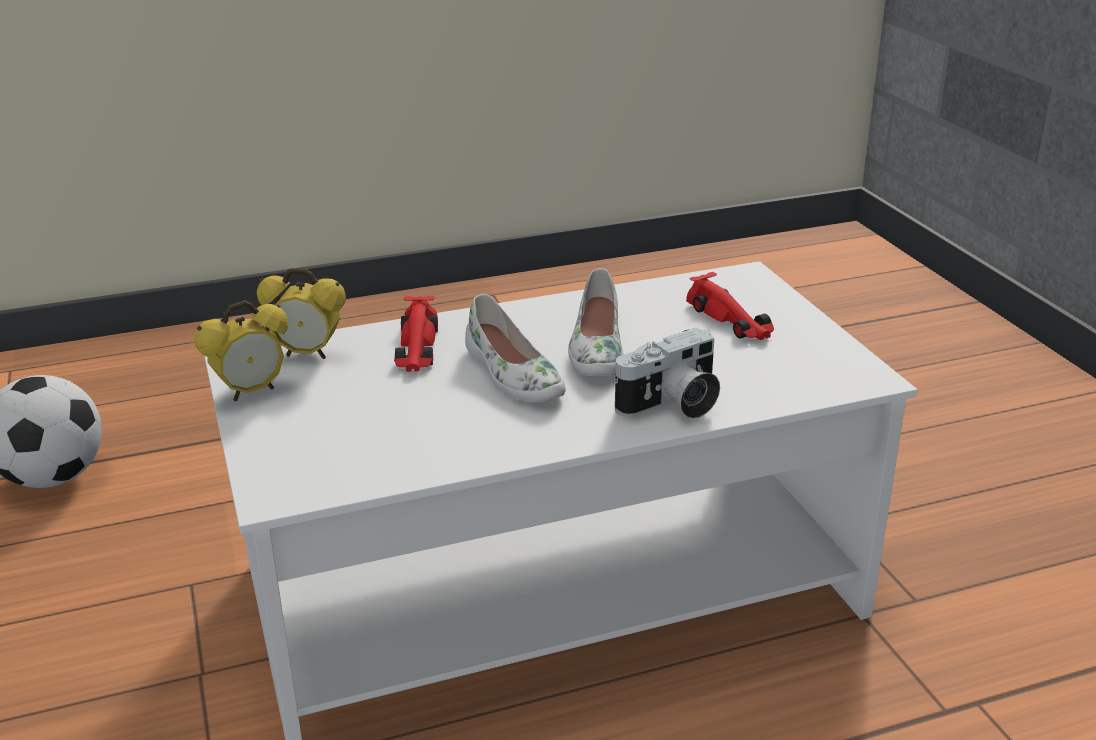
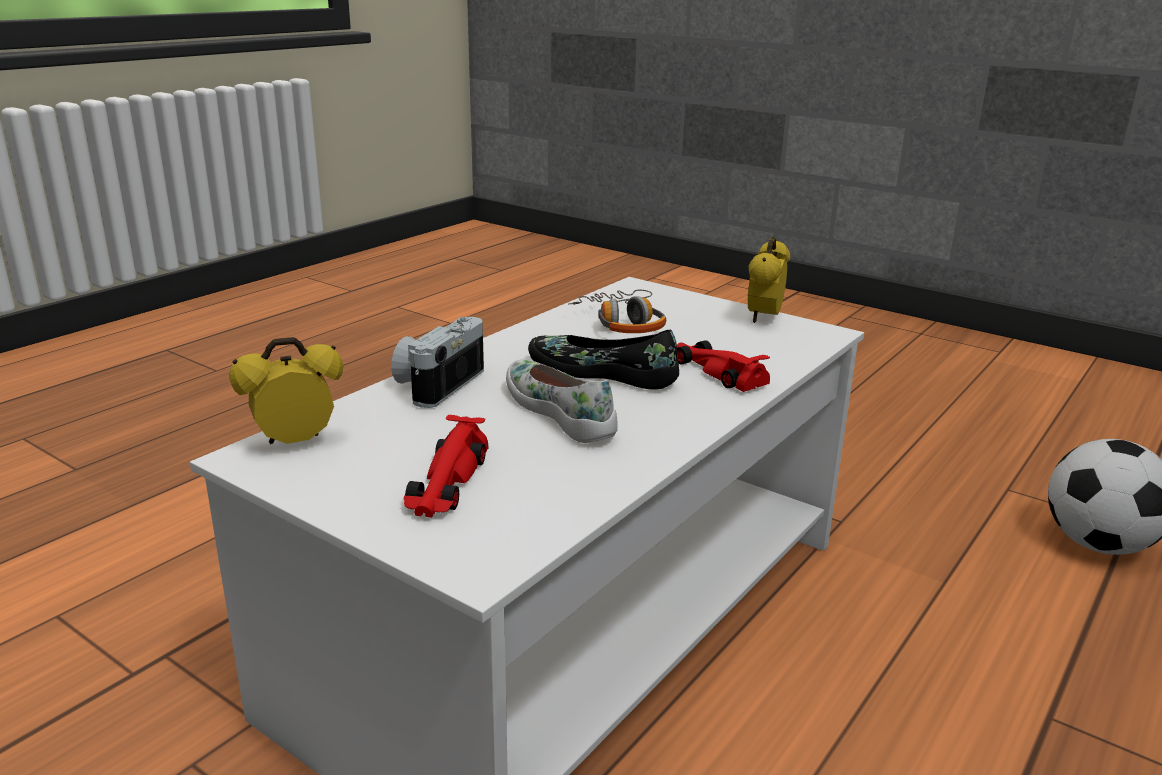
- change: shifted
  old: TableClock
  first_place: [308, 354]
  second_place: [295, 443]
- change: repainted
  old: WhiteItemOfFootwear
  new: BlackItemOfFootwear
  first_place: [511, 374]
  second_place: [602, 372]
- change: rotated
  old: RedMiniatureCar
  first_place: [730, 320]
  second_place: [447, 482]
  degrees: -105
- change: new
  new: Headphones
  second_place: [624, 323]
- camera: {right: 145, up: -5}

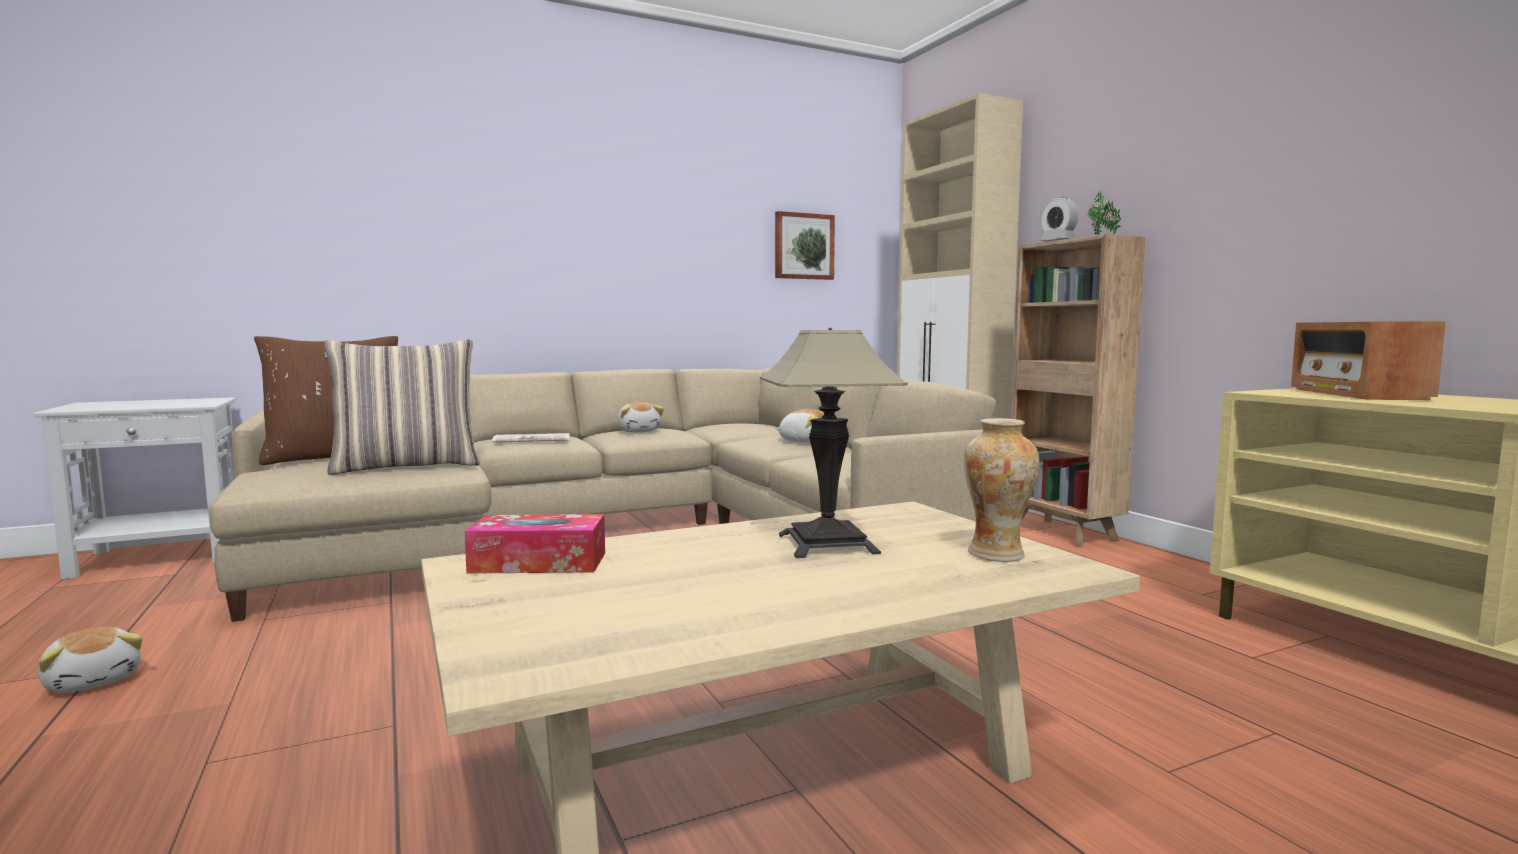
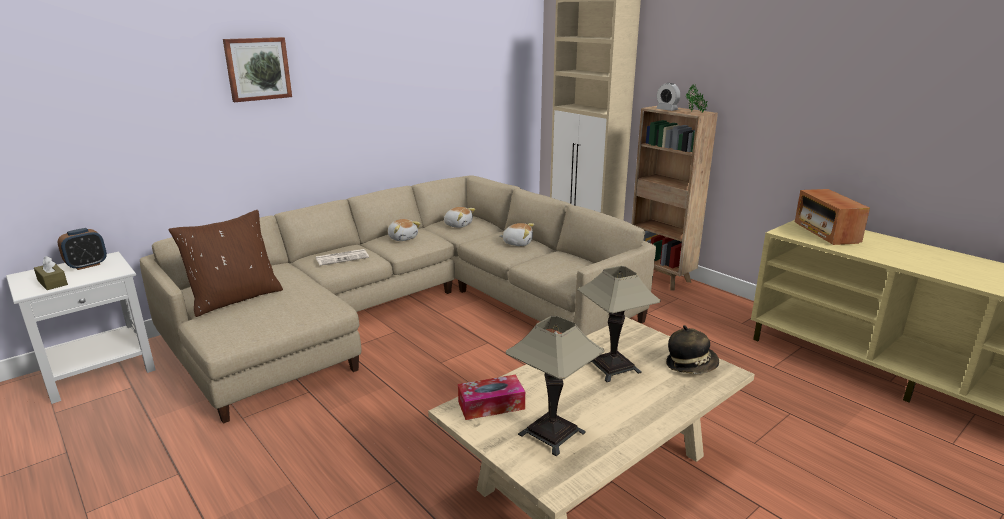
- change: shifted
  old: CuddlyToy
  first_place: [94, 680]
  second_place: [458, 225]
- change: gone
  old: ThrowPillow
  first_place: [407, 466]
- change: shifted
  old: Picture
  first_place: [803, 246]
  second_place: [257, 69]
- change: swapped
  old: DecorativeVase
  new: WearableHat
  first_place: [996, 554]
  second_place: [691, 365]
- change: new
  new: BrownTissueBox
  second_place: [52, 282]
- change: new
  new: TableClock
  second_place: [87, 265]
- change: new
  new: TabletopLamp
  second_place: [552, 433]
- camera: {right: -15, up: 15}

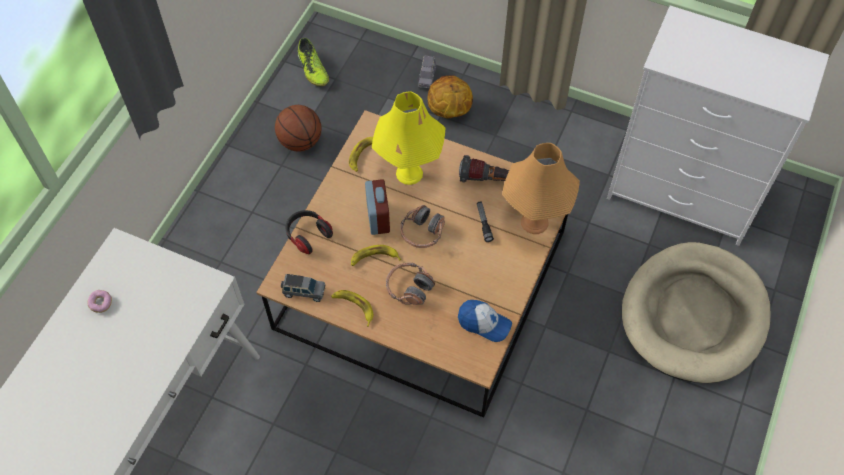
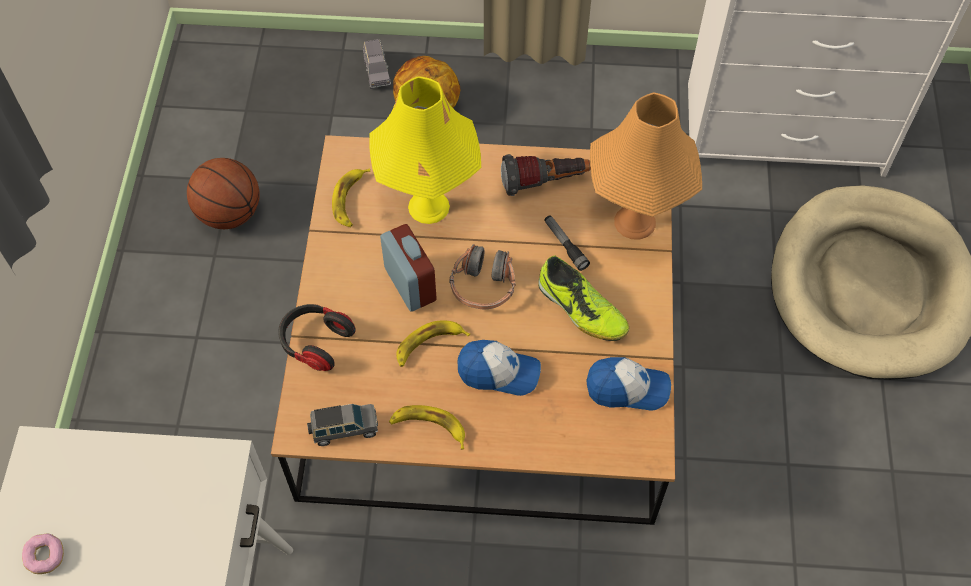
- change: shifted
  old: ItemOfFootwear
  first_place: [313, 70]
  second_place: [581, 309]
- change: swapped
  old: Headphones
  new: PeakedCap
  first_place: [409, 288]
  second_place: [498, 372]
- camera: {right: -20, up: 0}

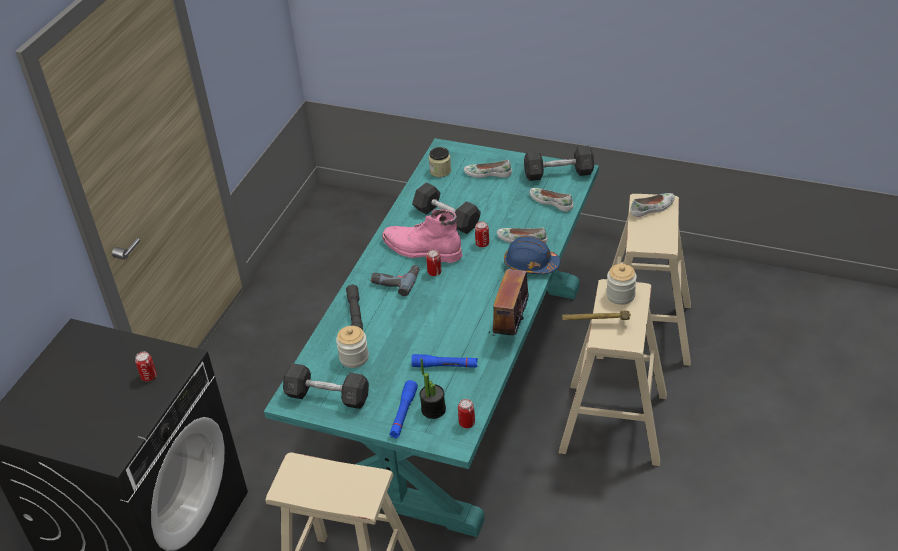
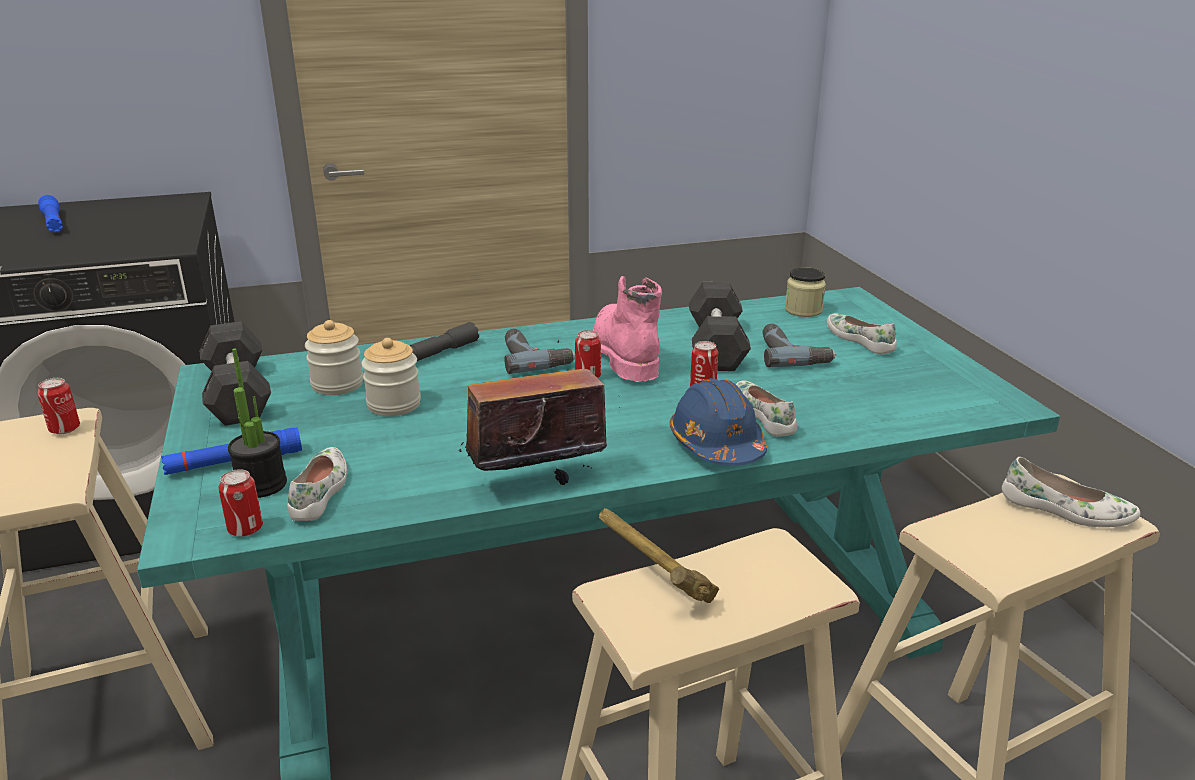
- change: shifted
  old: MetalCan
  first_place: [149, 376]
  second_place: [65, 429]
- change: shifted
  old: BlueColouredHandTorch
  first_place: [445, 366]
  second_place: [53, 222]
- change: gone
  old: GrayHandWeight
  first_place: [558, 173]
- change: shifted
  old: WhiteItemOfFootwear
  first_place: [551, 202]
  second_place: [321, 492]
- change: shifted
  old: Jar
  first_place: [620, 295]
  second_place: [394, 405]
- change: new
  new: ElectricDrill
  second_place: [792, 354]
- camera: {right: 50, up: -15}

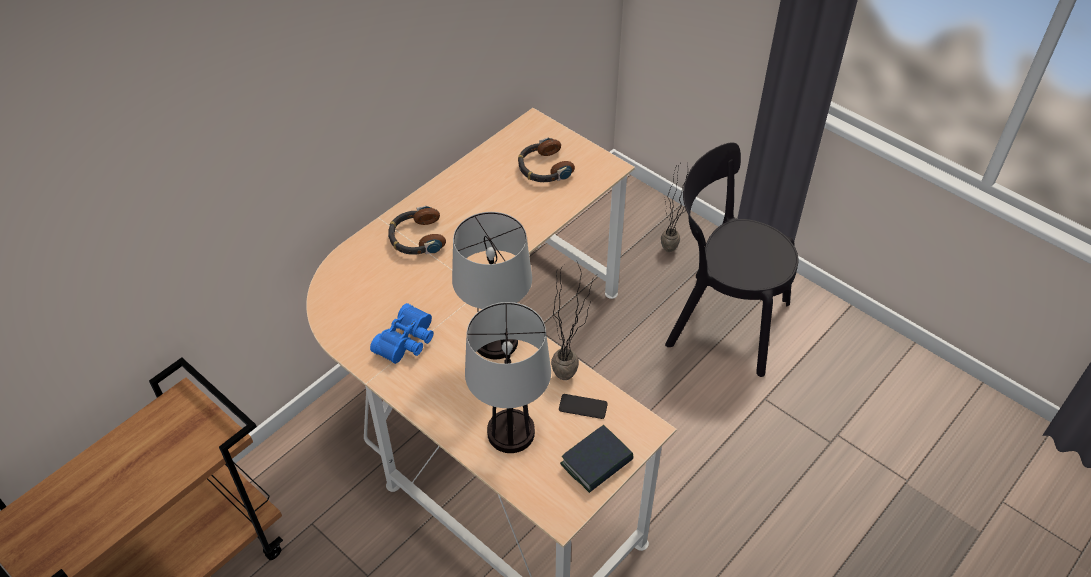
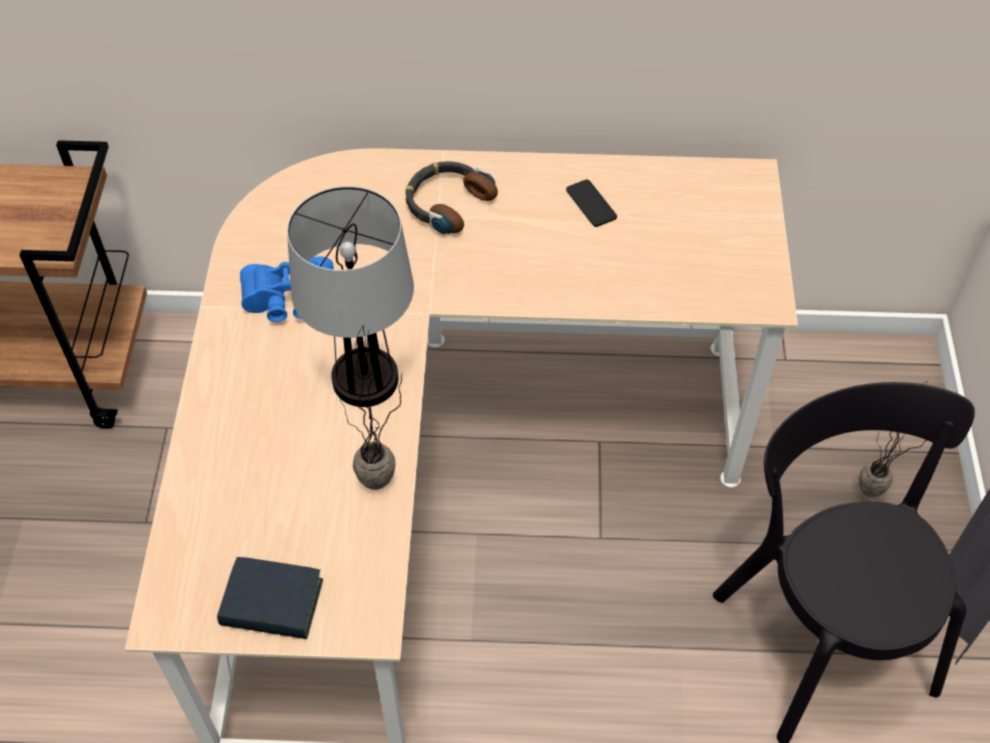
- change: gone
  old: TabletopLamp
  first_place: [509, 433]
- change: gone
  old: Headphones
  first_place: [543, 168]
- change: shifted
  old: Phone
  first_place: [583, 407]
  second_place: [591, 204]
- camera: {right: 50, up: 5}

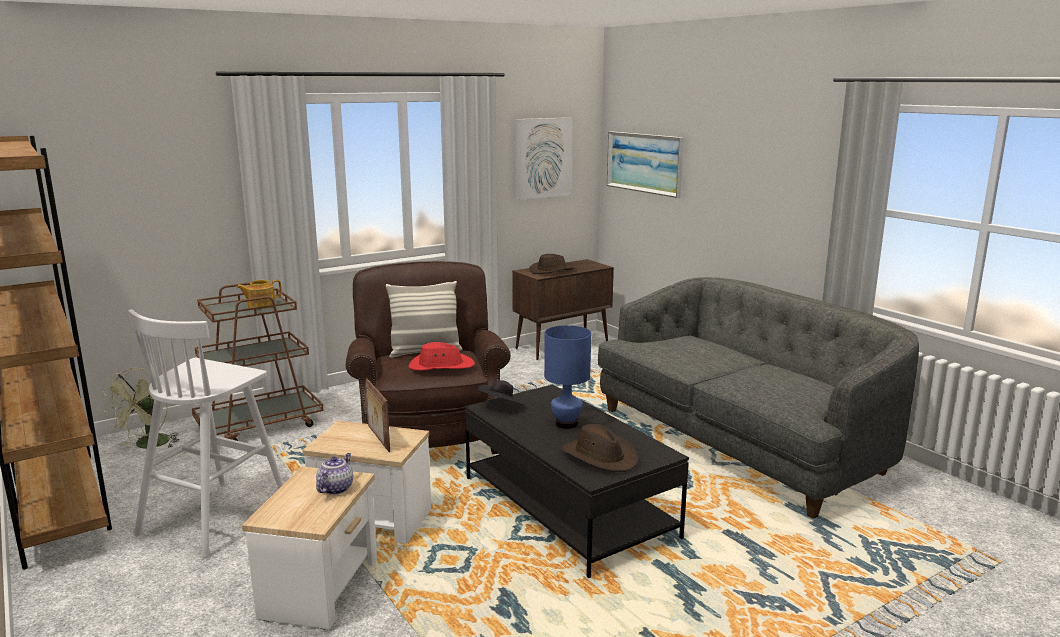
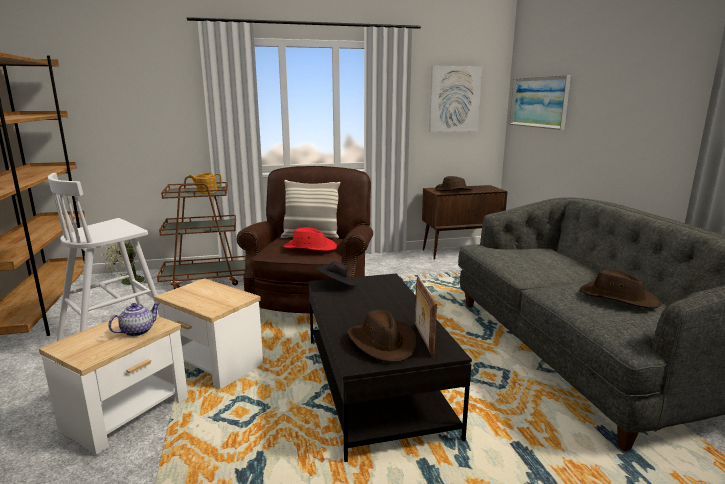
- change: shifted
  old: PhotoFrame
  first_place: [378, 439]
  second_place: [423, 340]
- change: gone
  old: BlueColouredTabletopLamp
  first_place: [566, 423]
- change: new
  new: BrownWearableHat
  second_place: [617, 297]
- camera: {right: 20, up: 0}

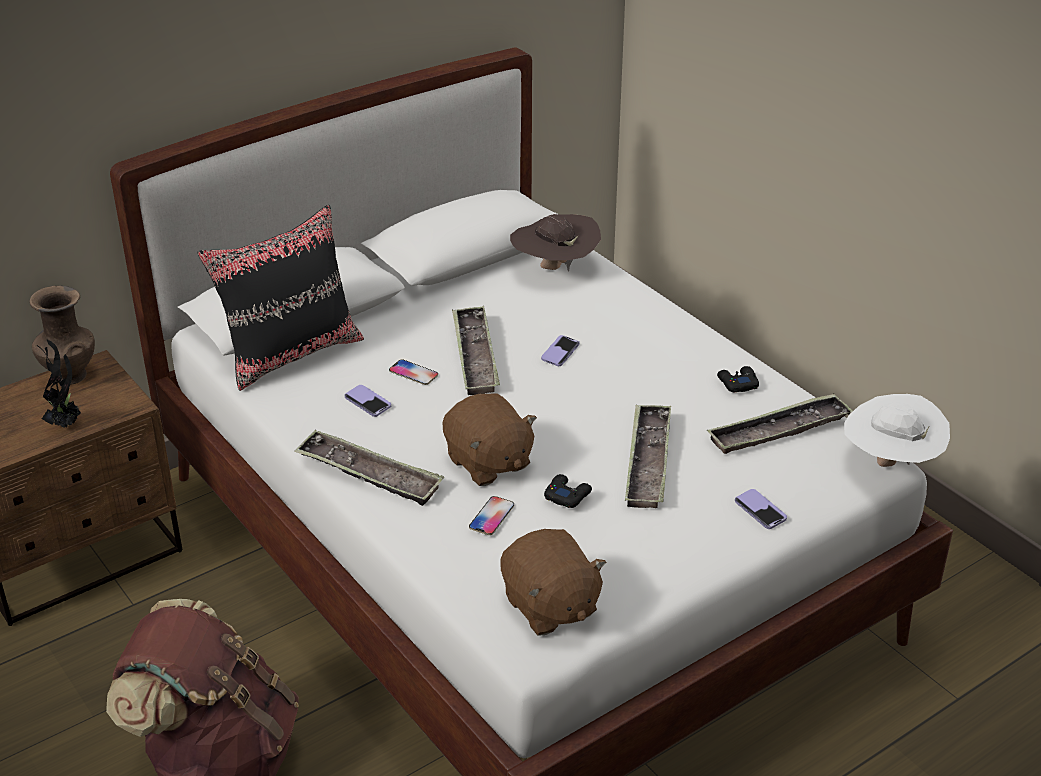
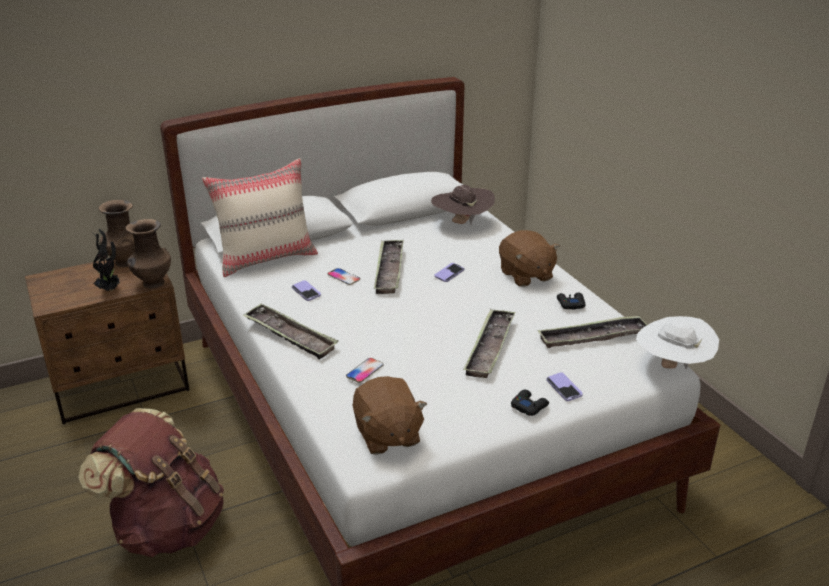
- change: repainted
  old: BlackThrowPillow
  new: SandColouredThrowPillow
  first_place: [291, 354]
  second_place: [266, 258]
- change: shifted
  old: BrownCuddlyToy
  first_place: [488, 463]
  second_place: [525, 275]
- change: shifted
  old: BlackGameController
  first_place: [567, 495]
  second_place: [529, 406]
- change: new
  new: BrownDecorativeVase
  second_place: [152, 283]
- camera: {right: 10, up: -5}

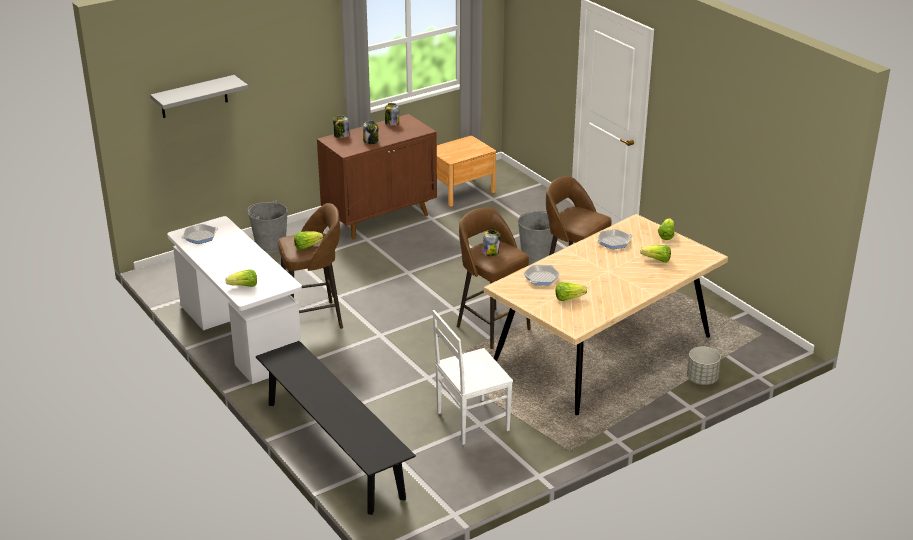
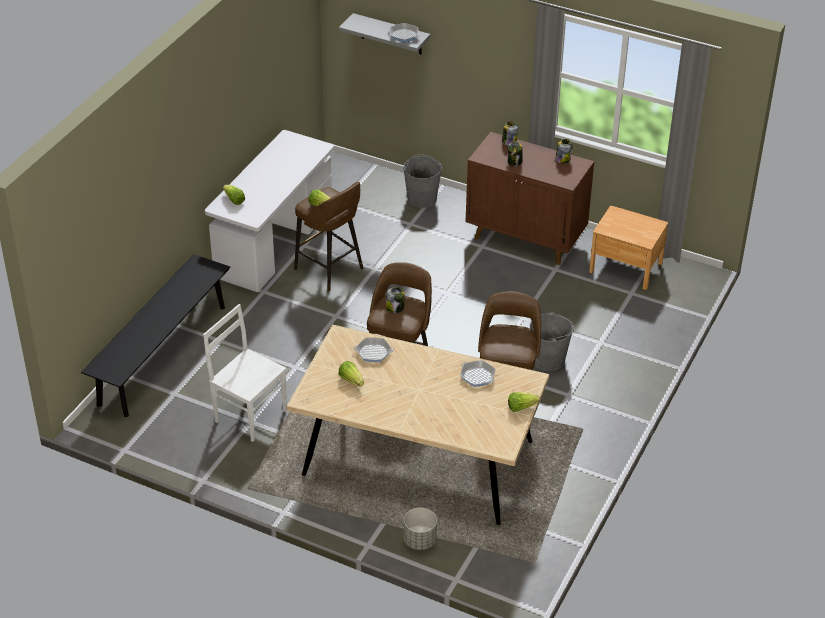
- change: shifted
  old: Pan
  first_place: [200, 237]
  second_place: [404, 35]
- change: gone
  old: HeadOfLettuce
  first_place: [657, 260]
- camera: {right: 60, up: 10}

